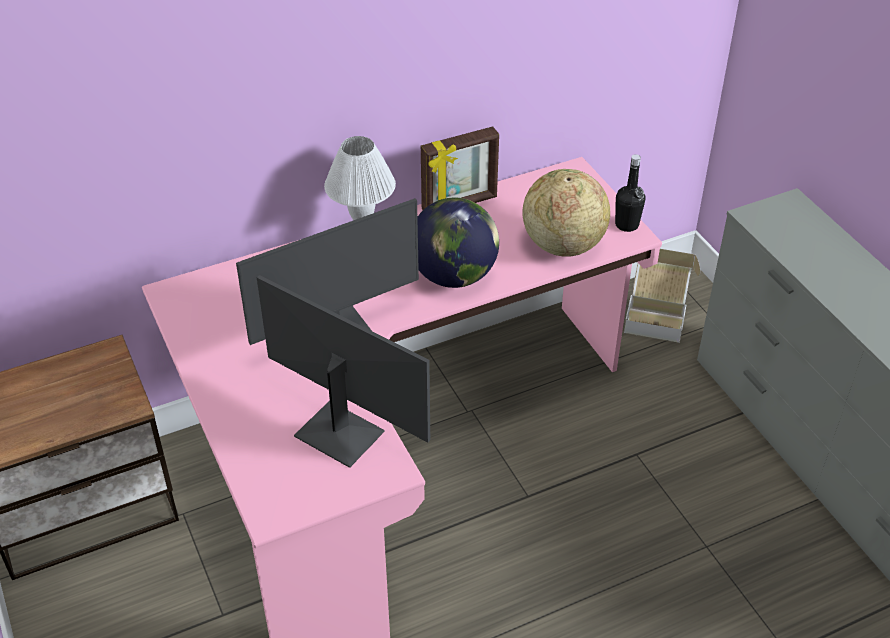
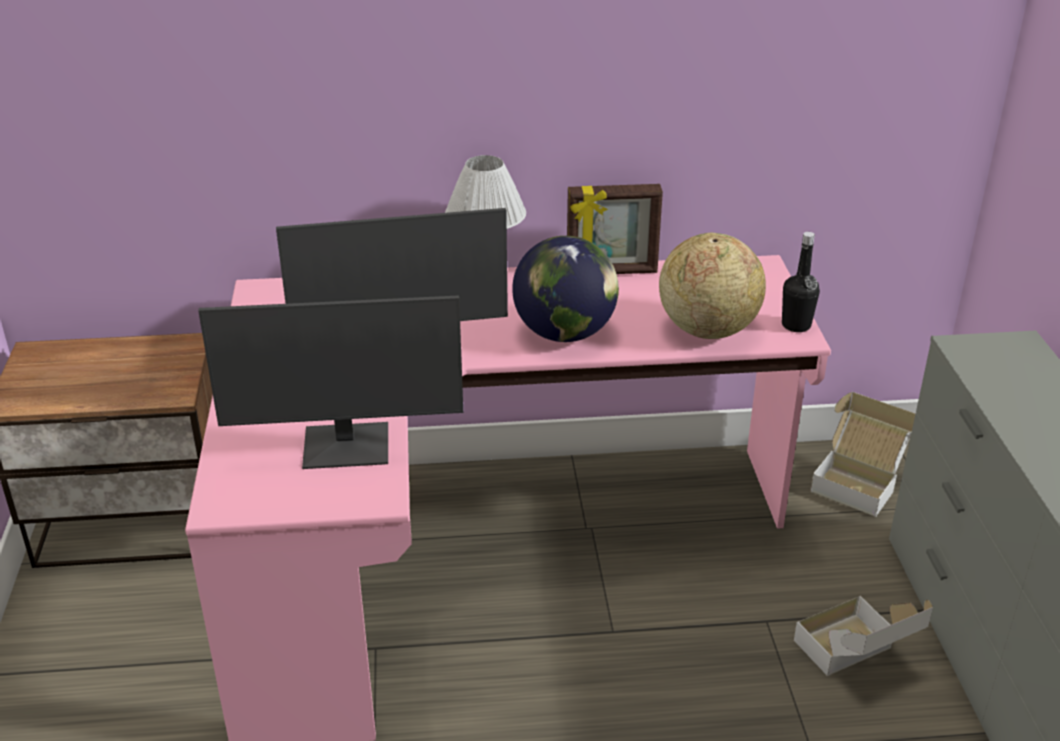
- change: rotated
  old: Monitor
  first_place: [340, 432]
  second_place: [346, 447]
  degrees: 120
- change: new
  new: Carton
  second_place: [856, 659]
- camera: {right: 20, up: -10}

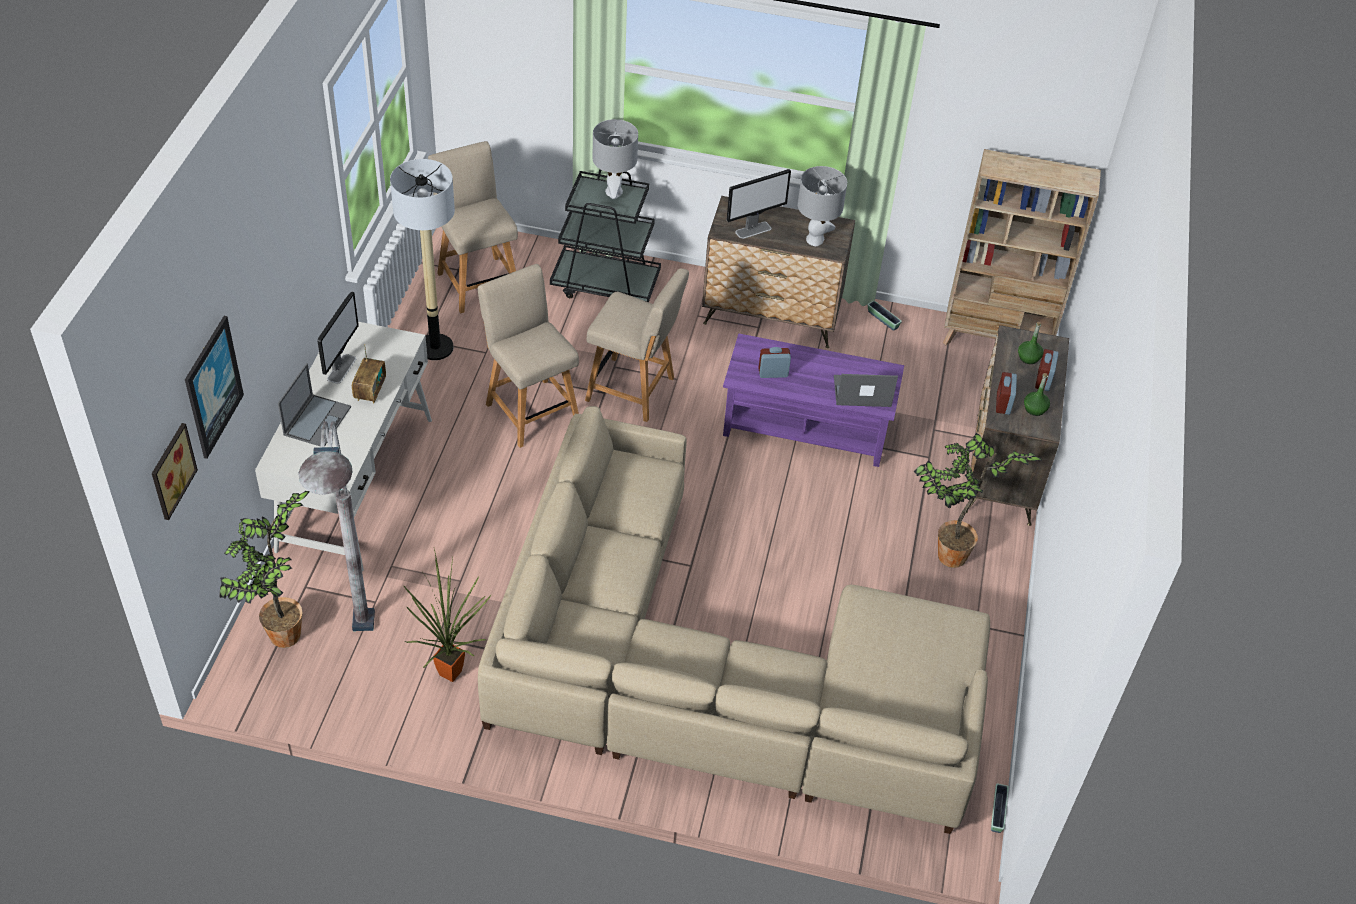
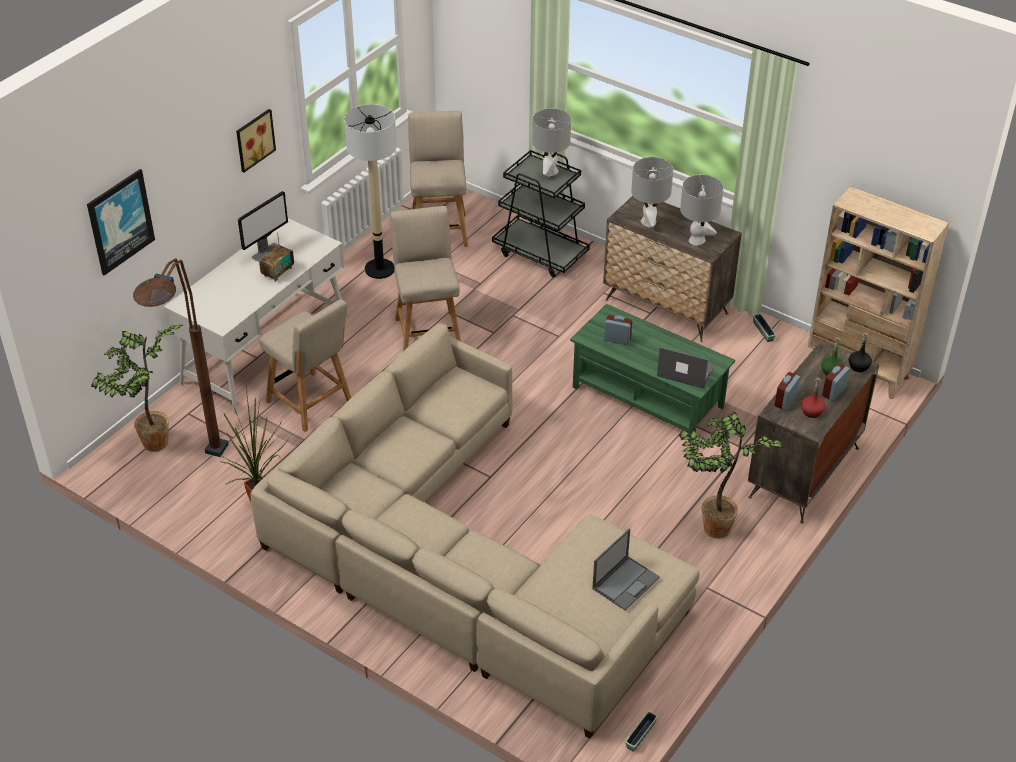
- change: shifted
  old: Picture
  first_place: [170, 470]
  second_place: [253, 139]
- change: shifted
  old: PortableComputer
  first_place: [317, 420]
  second_place: [626, 582]
- change: repainted
  old: GrayStandardLamp
  new: BrownStandardLamp
  first_place: [360, 660]
  second_place: [199, 475]
- change: shifted
  old: SandColouredUprightChair
  first_place: [634, 390]
  second_place: [312, 404]
- change: repainted
  old: PurplishCoffeeTable
  new: GreenCoffeeTable
  first_place: [806, 426]
  second_place: [647, 397]
- change: swapped
  old: Monitor
  new: GrayTabletopLamp
  first_place: [753, 230]
  second_place: [648, 222]
- change: repainted
  old: GreenDrinkBottle
  new: RedDrinkBottle
  first_place: [1034, 409]
  second_place: [811, 412]
- change: new
  new: BlackDrinkBottle
  second_place: [858, 366]
- camera: {right: 25, up: -5}

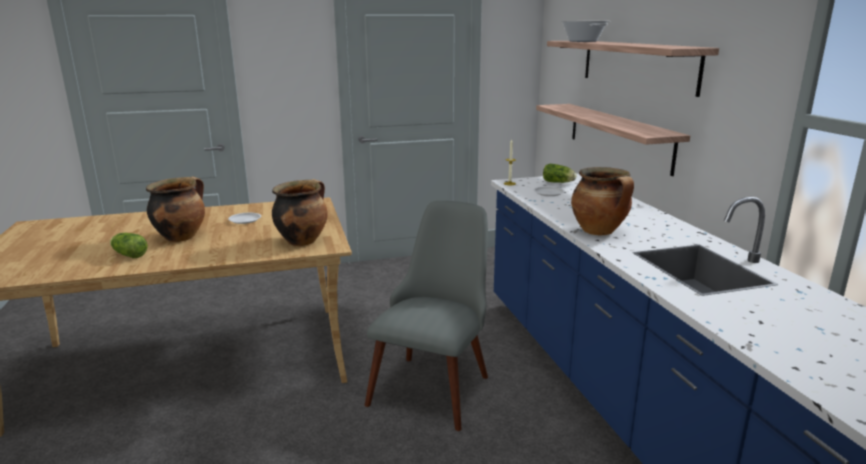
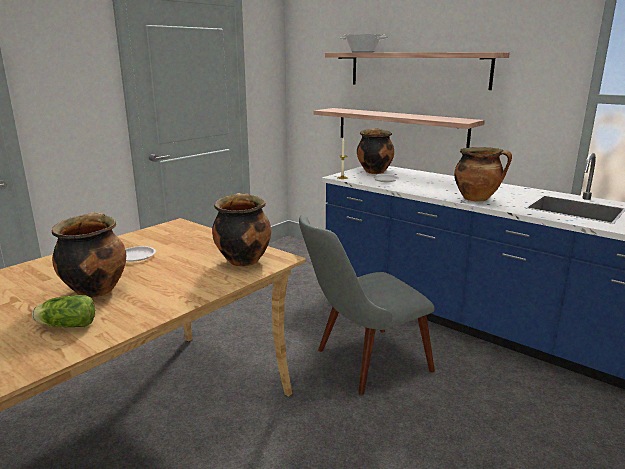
- change: rotated
  old: GrayUprightChair
  first_place: [435, 381]
  second_place: [361, 363]
  degrees: -105
- change: swapped
  old: HeadOfLettuce
  new: Stockpot
  first_place: [559, 182]
  second_place: [374, 171]
- camera: {right: -35, up: 0}

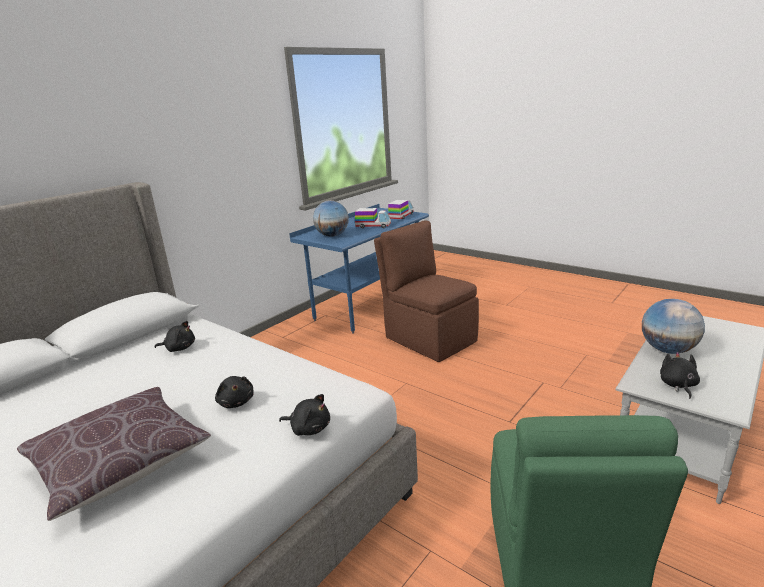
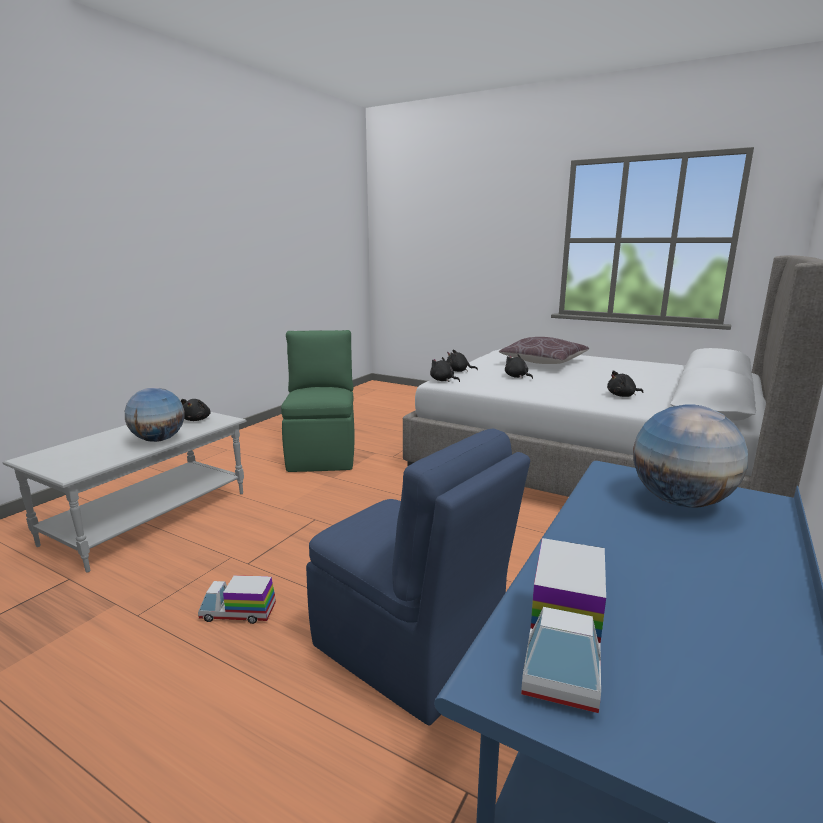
- change: shifted
  old: ToyTruck
  first_place: [373, 226]
  second_place: [238, 613]
- change: repainted
  old: BrownUprightChair
  new: BlueColouredUprightChair
  first_place: [429, 338]
  second_place: [409, 651]
- change: new
  new: BlackCuddlyToy
  second_place: [443, 380]
- camera: {right: 170, up: -5}

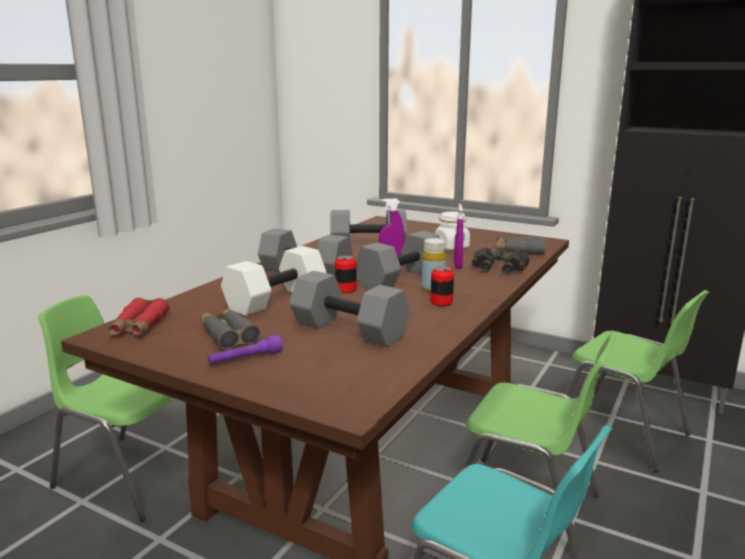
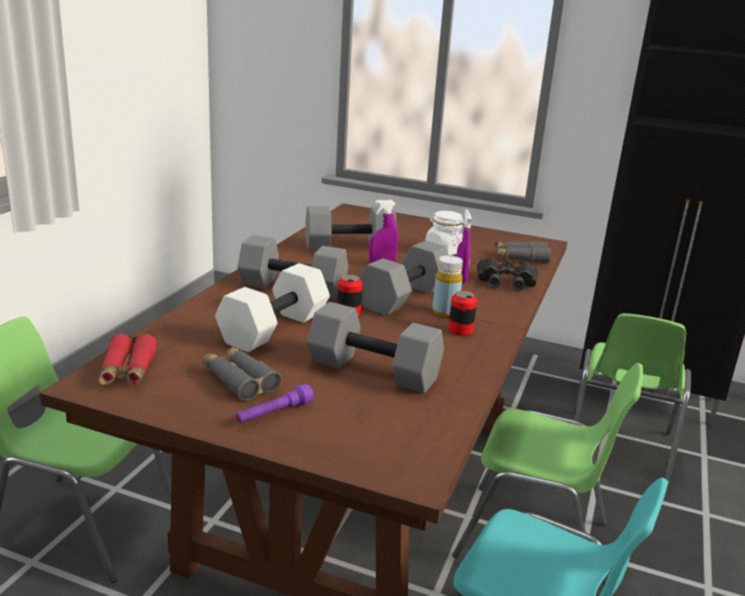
- change: rotated
  old: GreenUprightChair
  first_place: [621, 433]
  second_place: [617, 451]
  degrees: 75
- camera: {right: -10, up: 5}

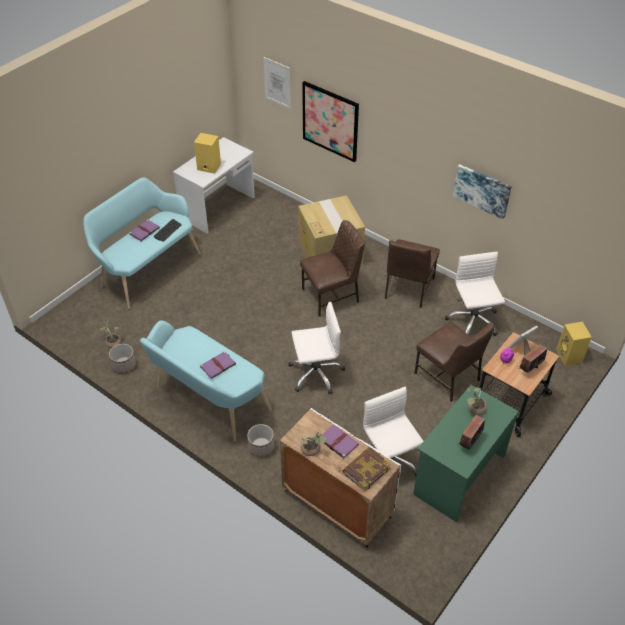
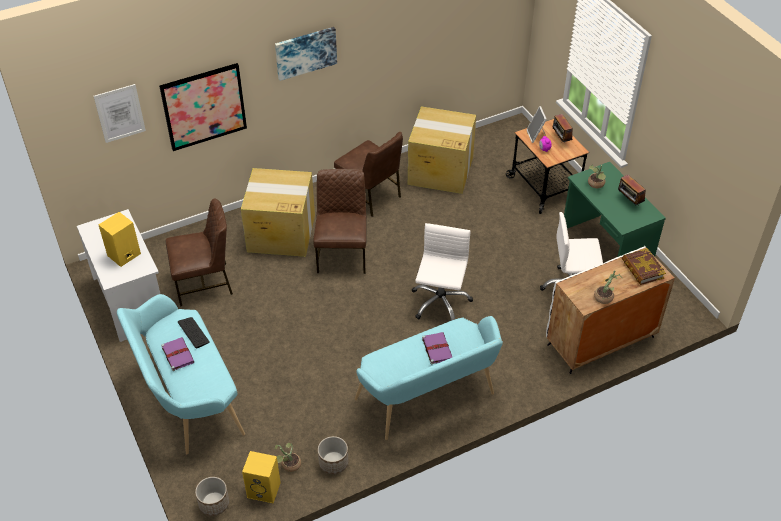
- change: shifted
  old: PlantPot
  first_place: [261, 447]
  second_place: [214, 503]
- change: gone
  old: PurplishBook
  first_place: [338, 442]
- change: shifted
  old: BrownUprightChair
  first_place: [448, 377]
  second_place: [204, 283]
- change: swapped
  old: WhiteComputerChair
  new: Carton
  first_place: [472, 321]
  second_place: [439, 170]
- change: shifted
  old: Picture
  first_place: [482, 190]
  second_place: [305, 52]
- change: shifted
  old: YellowishAudioSpeaker
  first_place: [570, 356]
  second_place: [265, 489]
- camera: {right: -65, up: 0}

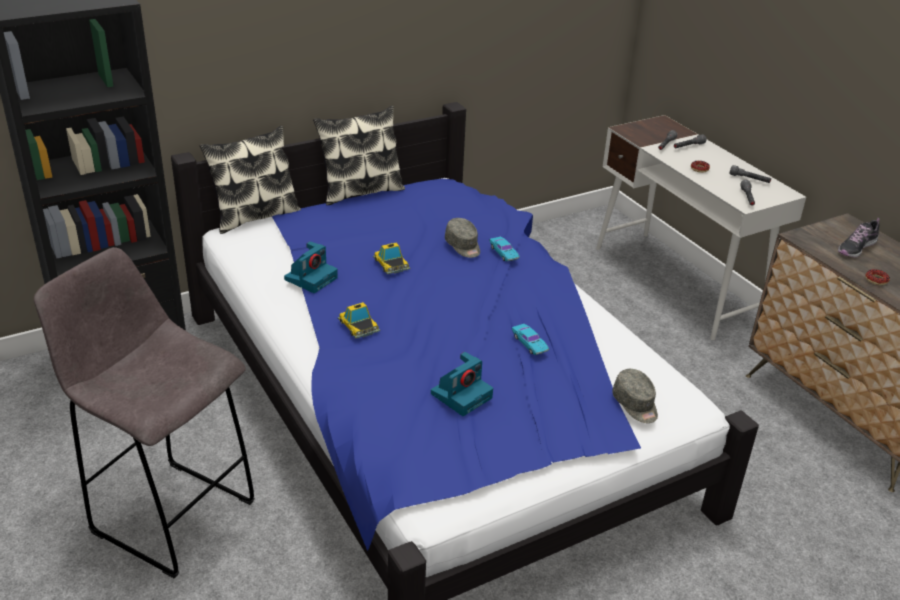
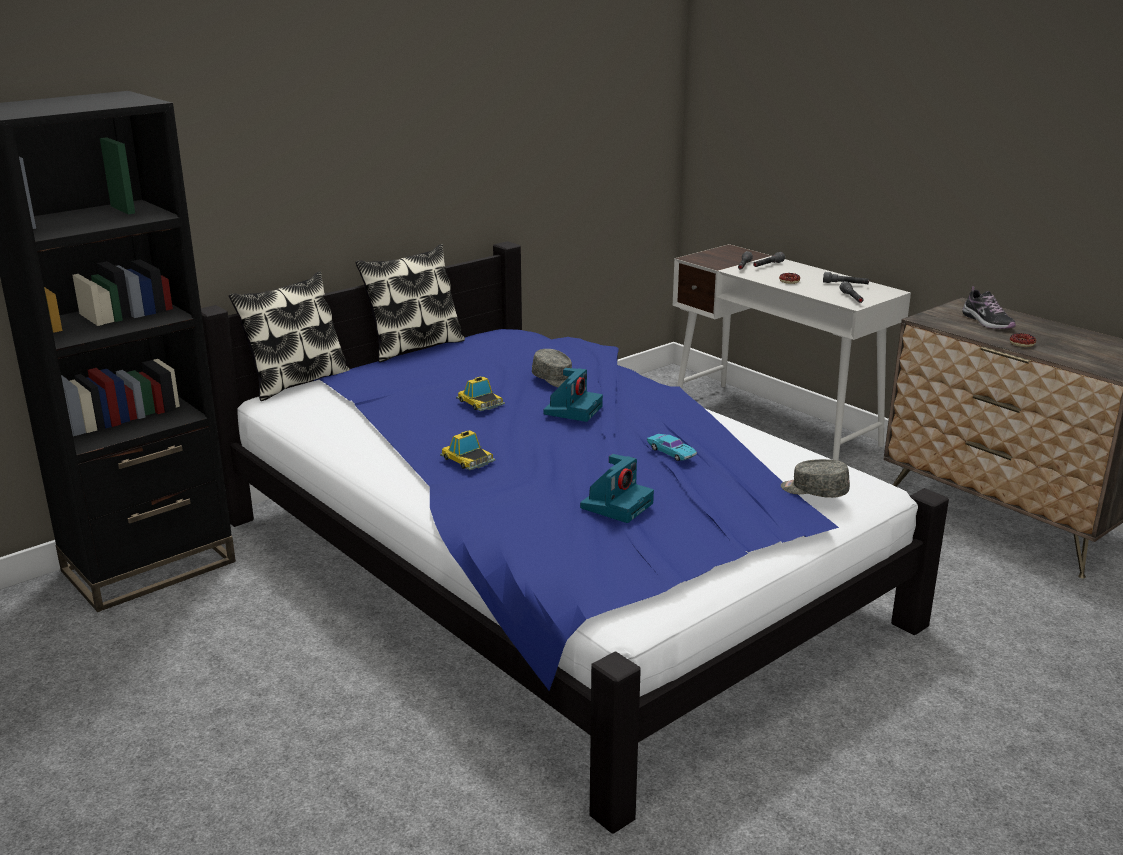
- change: gone
  old: GrayStoolSeat
  first_place: [170, 515]
- change: shifted
  old: PhotoCamera
  first_place: [311, 278]
  second_place: [573, 409]
- change: gone
  old: BlueGreenMiniatureCar
  first_place: [503, 252]
- change: rotated
  old: GrayPeakedCap
  first_place: [635, 405]
  second_place: [814, 491]
  degrees: 150
- change: rotated
  old: ItemOfFootwear
  first_place: [856, 248]
  second_place: [987, 322]
  degrees: -60
- camera: {right: -10, up: -10}

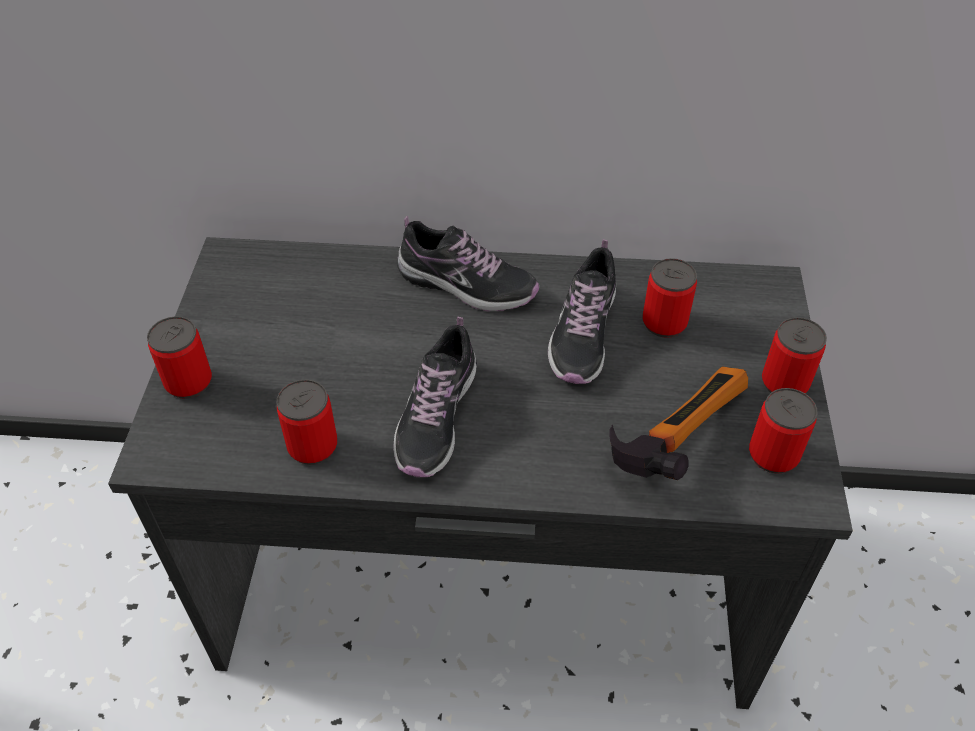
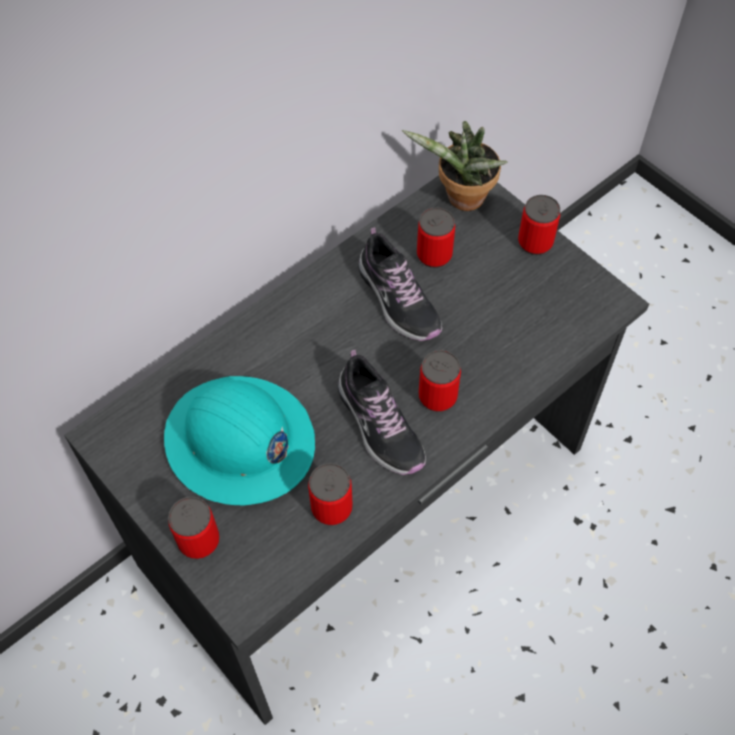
- change: gone
  old: ItemOfFootwear
  first_place: [466, 285]
- change: gone
  old: HandHammer
  first_place: [672, 434]
- change: shifted
  old: MetalCan
  first_place: [773, 455]
  second_place: [437, 396]
- change: new
  new: BlueGreenWorkHelmet
  second_place: [239, 442]
- change: new
  new: PlantInAPot
  second_place: [461, 200]
- camera: {right: -45, up: 10}

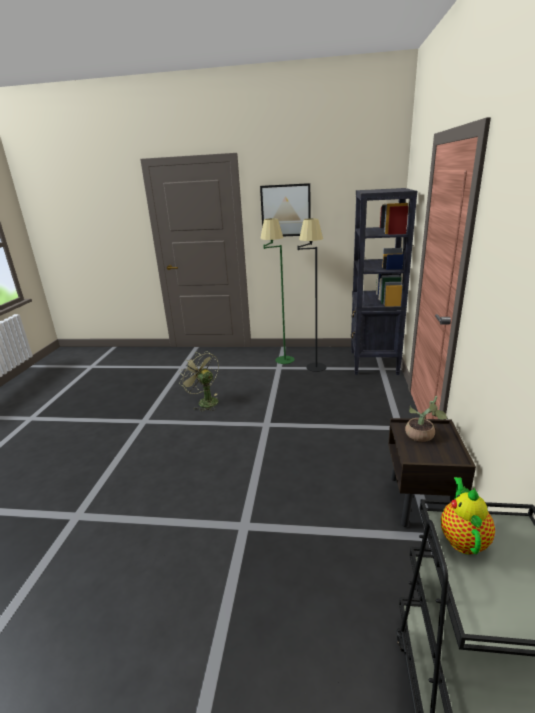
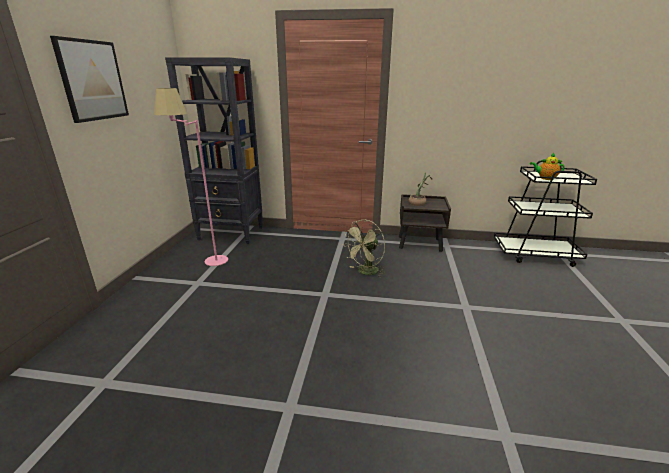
- change: shifted
  old: GreenFan
  first_place: [204, 401]
  second_place: [365, 272]
- change: gone
  old: GreenStandardLamp
  first_place: [280, 357]
- change: repainted
  old: BlackStandardLamp
  new: PinkStandardLamp
  first_place: [313, 363]
  second_place: [205, 261]
- camera: {right: -90, up: 0}

